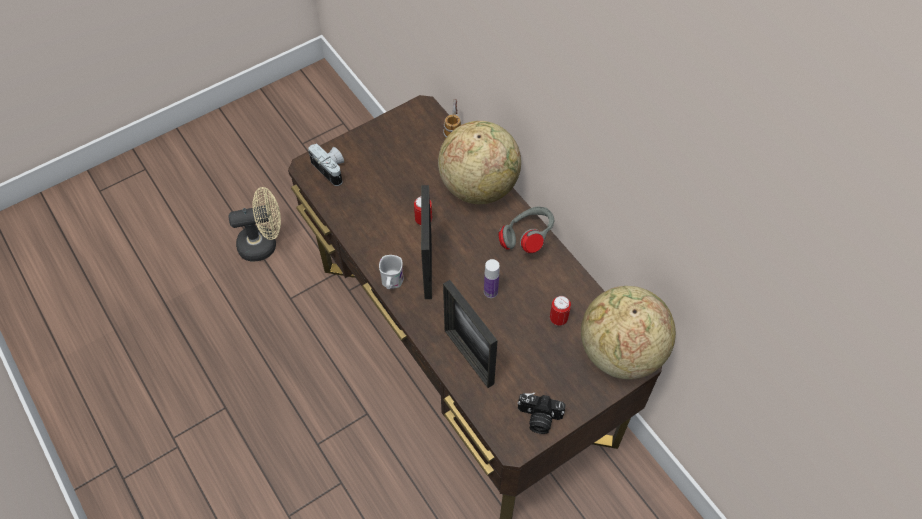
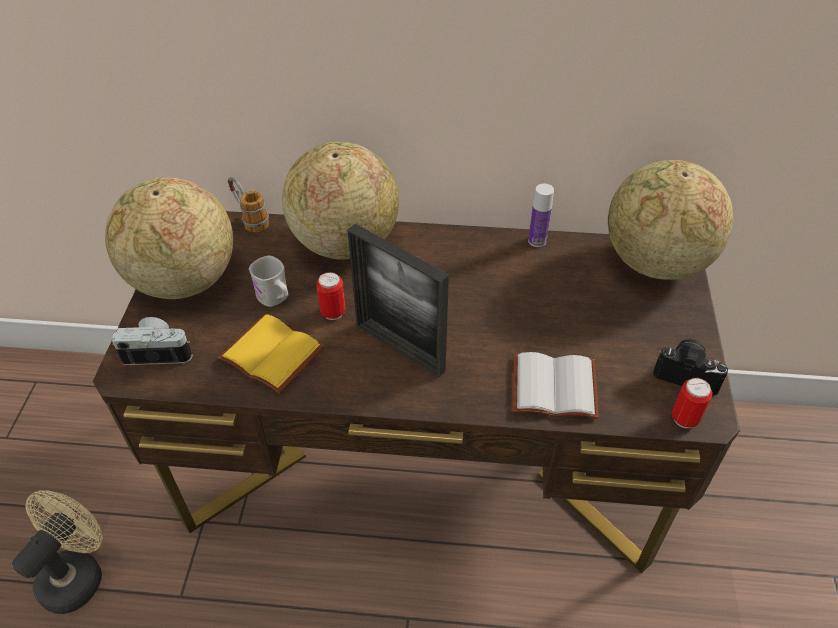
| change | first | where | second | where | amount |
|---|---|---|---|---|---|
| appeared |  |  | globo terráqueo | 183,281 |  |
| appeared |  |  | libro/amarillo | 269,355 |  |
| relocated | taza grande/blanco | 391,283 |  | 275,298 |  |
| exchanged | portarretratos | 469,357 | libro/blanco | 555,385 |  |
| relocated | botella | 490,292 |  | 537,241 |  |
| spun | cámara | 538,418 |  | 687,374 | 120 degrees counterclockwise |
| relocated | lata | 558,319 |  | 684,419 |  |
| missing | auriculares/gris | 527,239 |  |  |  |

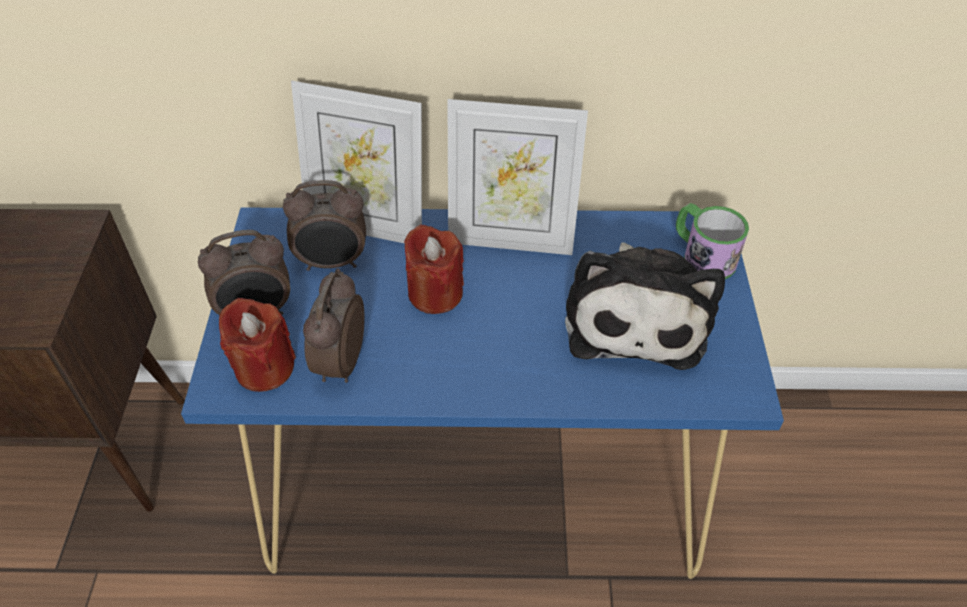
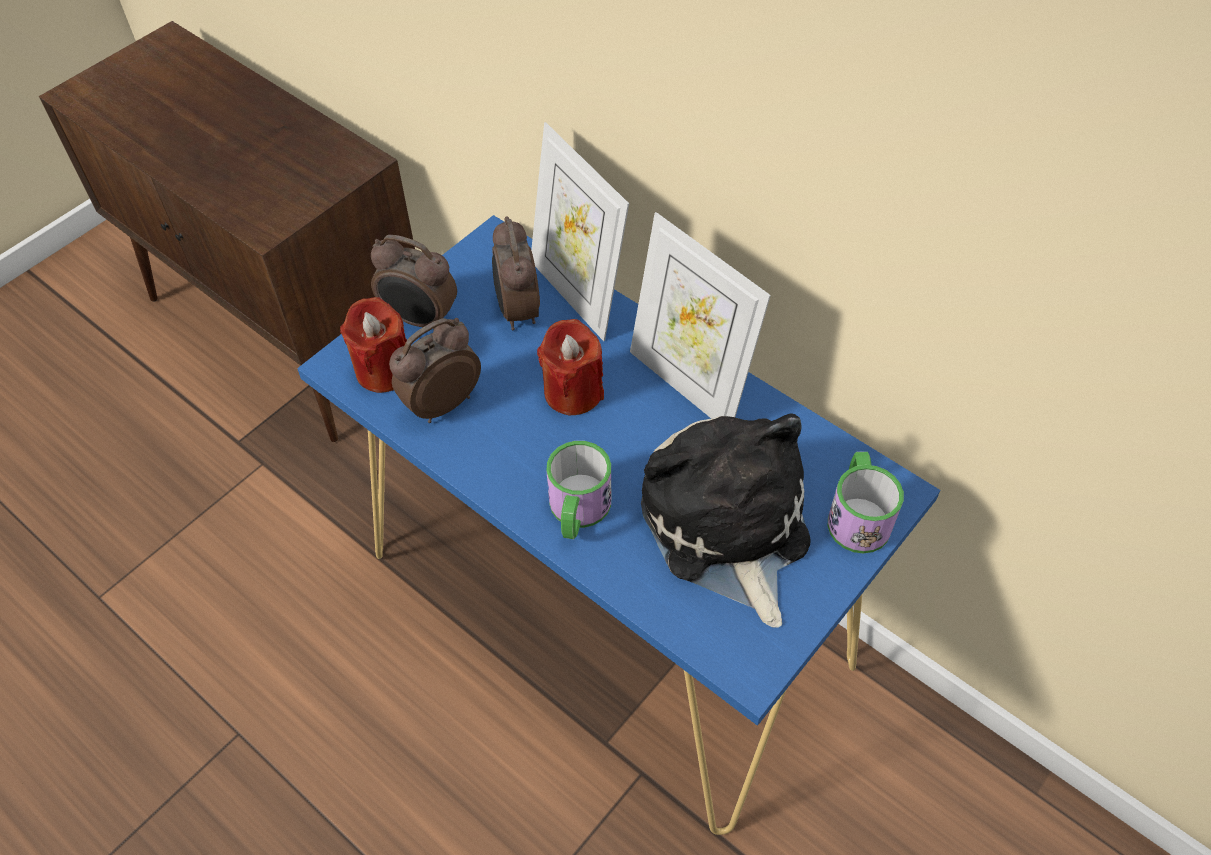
| change | first | where | second | where | amount |
|---|---|---|---|---|---|
| spun | despertador | 333,263 |  | 517,311 | 45 degrees clockwise |
| appeared |  |  | taza grande | 577,511 |  |
| spun | peluche | 635,316 |  | 726,528 | 120 degrees clockwise |

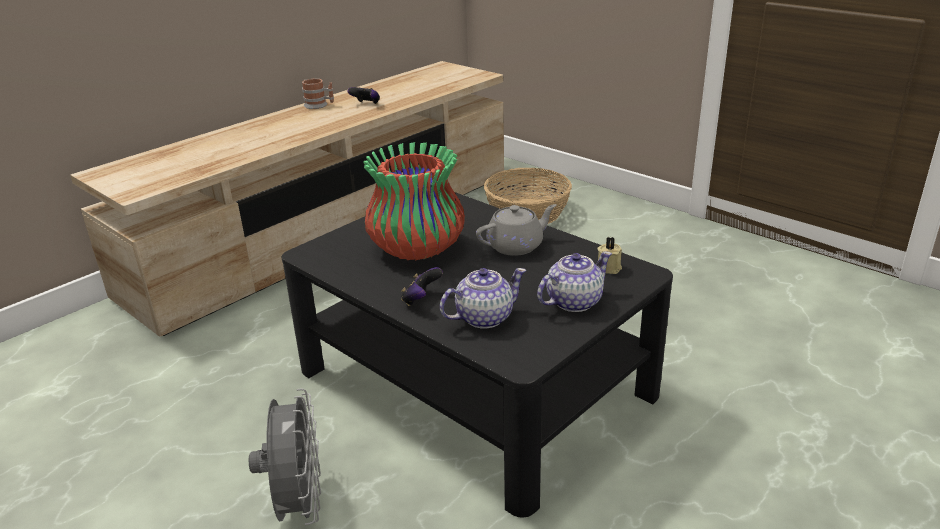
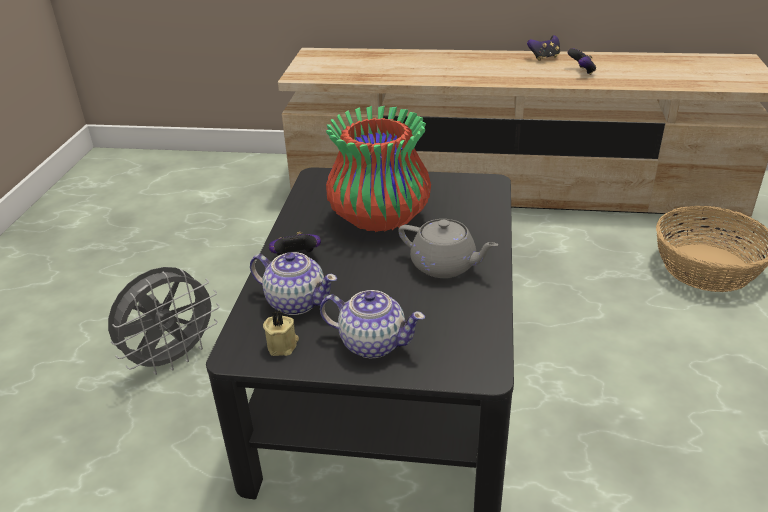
| change | first | where | second | where | amount |
|---|---|---|---|---|---|
| relocated | vela/beis | 608,267 |  | 283,345 |  |
| exchanged | taza grande | 319,105 | mando de consola | 544,58 |  |

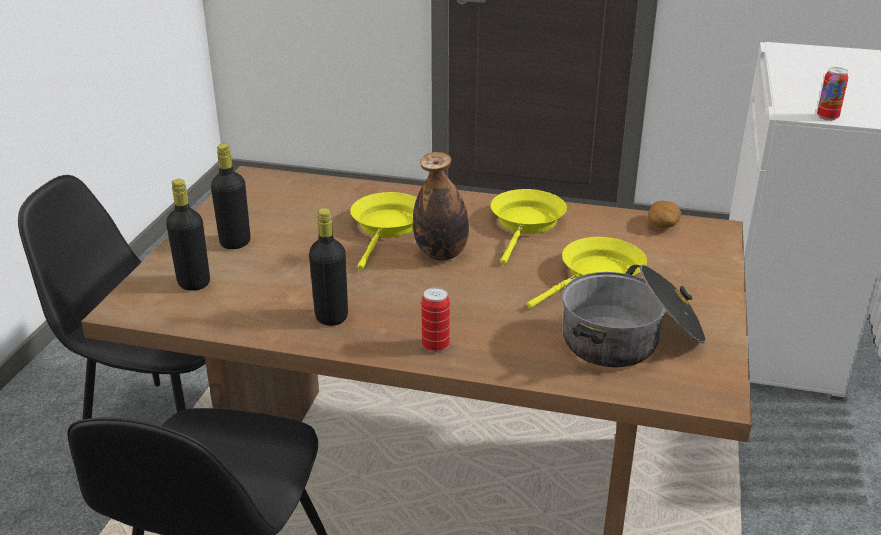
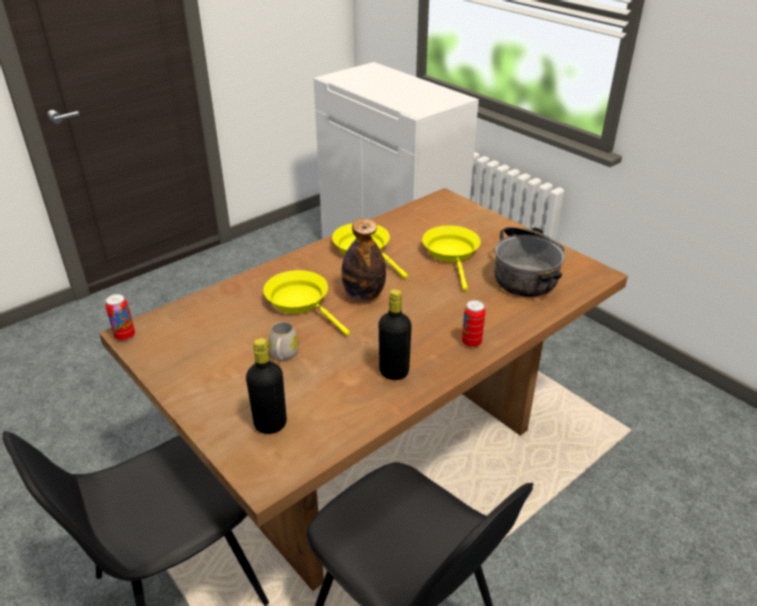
| change | first | where | second | where | amount |
|---|---|---|---|---|---|
| relocated | lata | 827,117 |  | 125,336 |  |
| appeared |  |  | taza grande/blanco | 283,355 |  |
| missing | botella/negro | 235,243 |  |  |  |
| missing | patata | 662,225 |  |  |  |

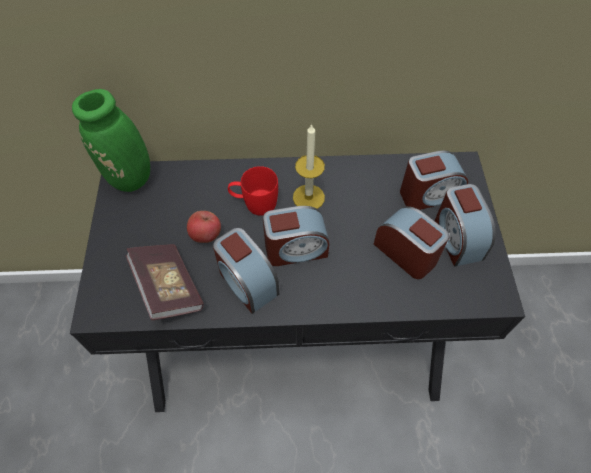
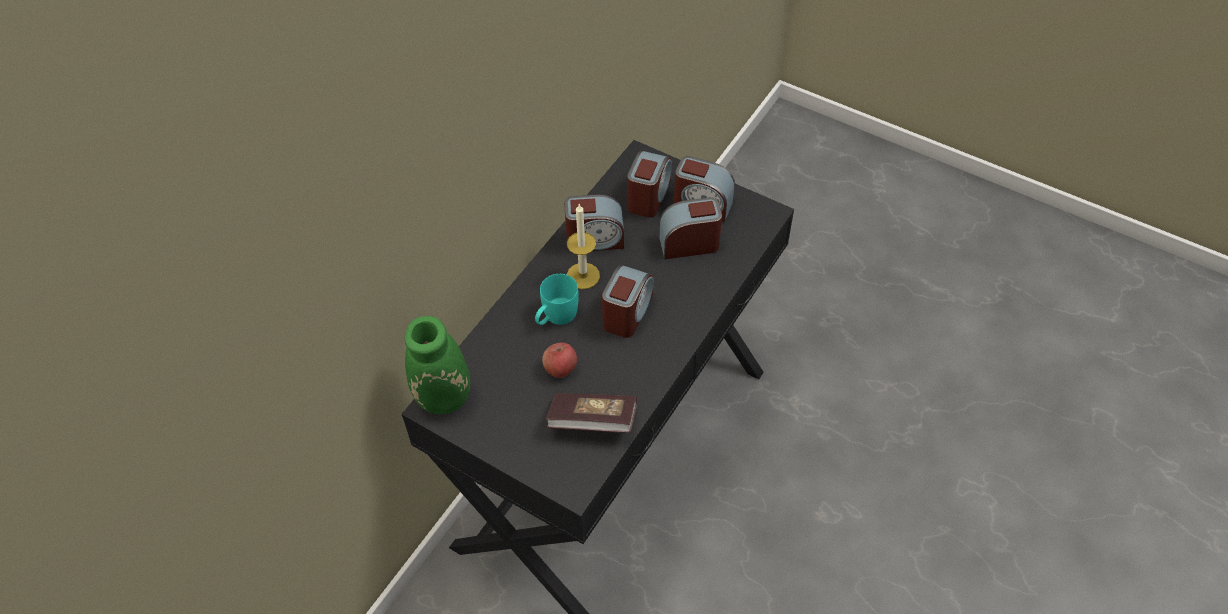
| change | first | where | second | where | amount |
|---|---|---|---|---|---|
| colour | taza grande/rojo | 254,203 | taza grande/turquesa | 555,317 |  |
| relocated | despertador | 247,282 |  | 595,239 |  |

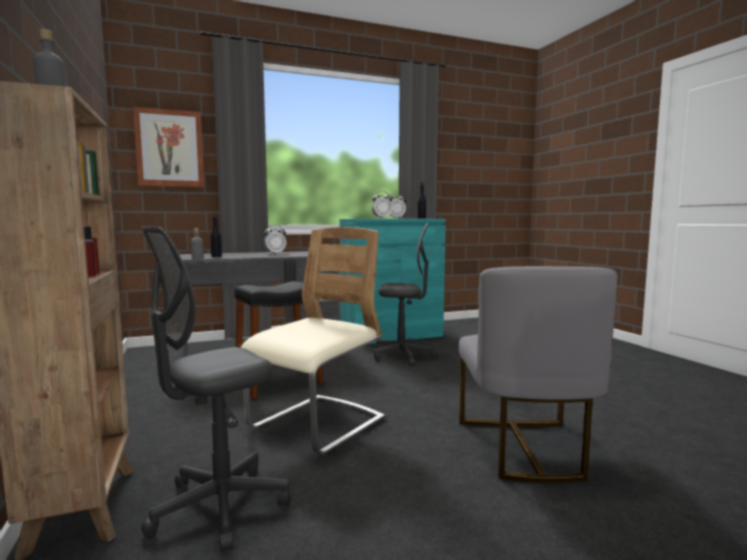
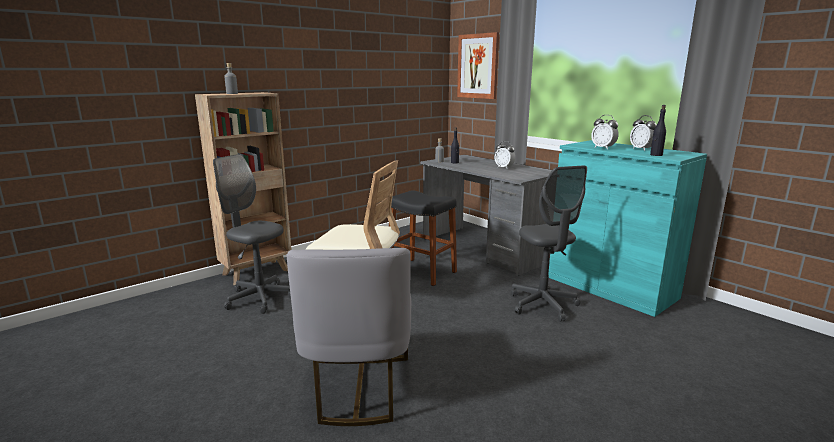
| change | first | where | second | where | amount |
|---|---|---|---|---|---|
| spun | silla/gris | 524,448 |  | 358,388 | 75 degrees counterclockwise |

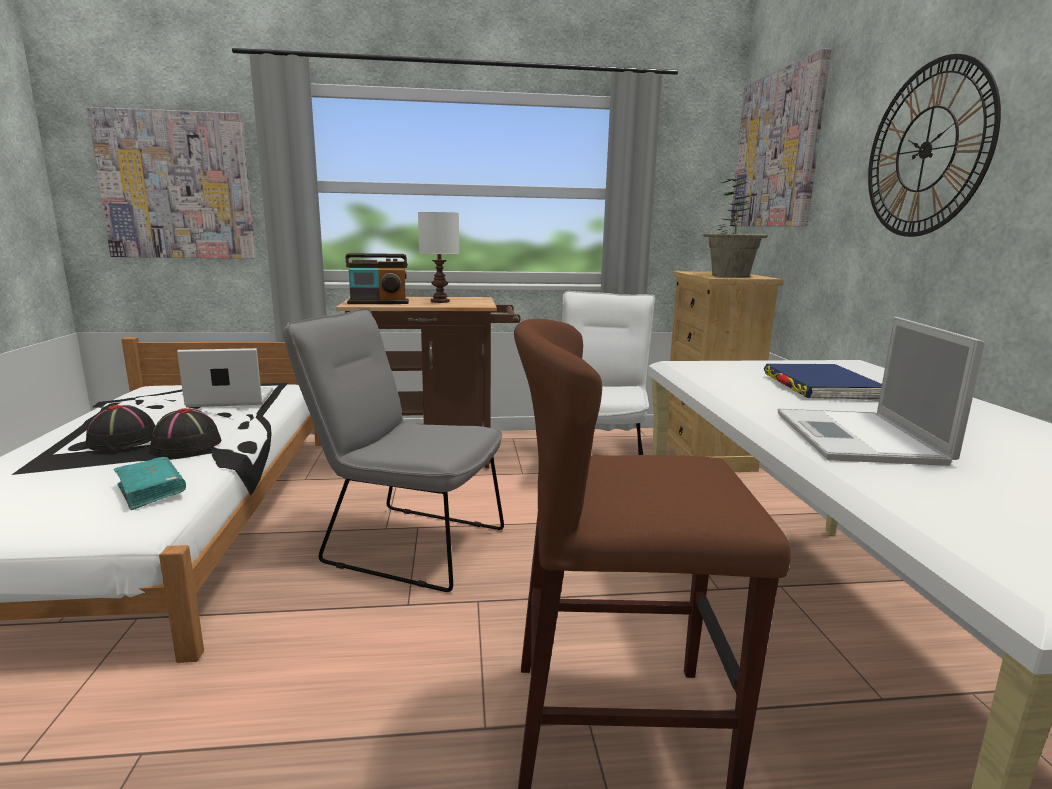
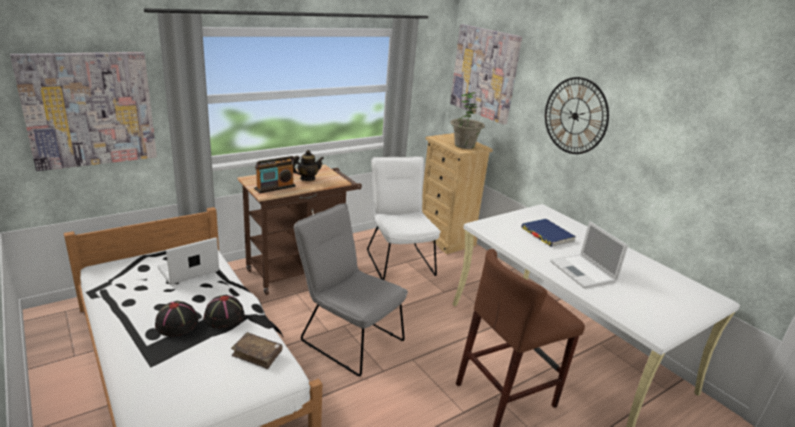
| change | first | where | second | where | amount |
|---|---|---|---|---|---|
| colour | libro/turquesa | 151,491 | libro/marrón | 257,354 |  |
| exchanged | lámpara de mesa/blanco | 439,301 | tetera | 307,178 |  |
| spun | silla/gris | 404,543 |  | 347,337 | 45 degrees clockwise |

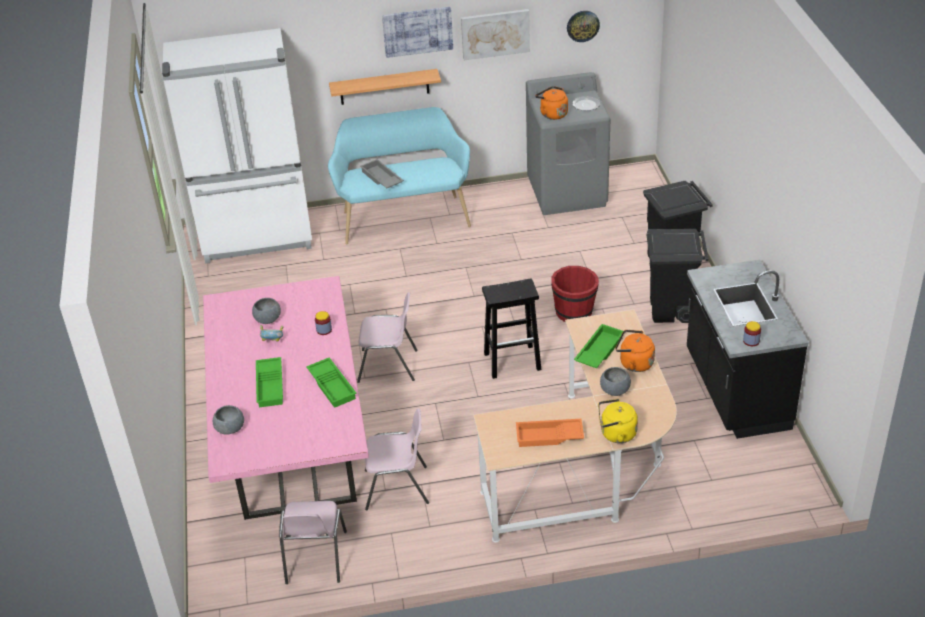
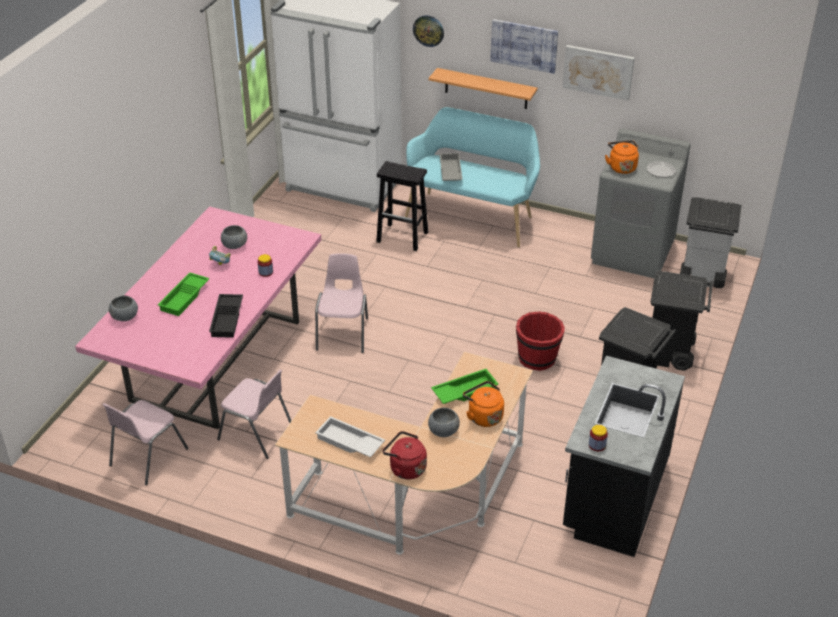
| change | first | where | second | where | amount |
|---|---|---|---|---|---|
| colour | bandeja/verde | 333,385 | bandeja/negro | 228,319 |  |
| spun | silla/rosa | 389,366 |  | 343,333 | 120 degrees counterclockwise |
| colour | bandeja/naranja | 549,437 | bandeja/blanco | 349,442 |  |
| relocated | taburete/negro | 513,361 |  | 403,237 |  |
| colour | hervidor/amarillo | 616,434 | hervidor/rojo | 405,468 |  |
| relocated | reloj de pared | 583,26 |  | 428,30 |  |
| appeared |  |  | papelera/gris | 701,276 |  |

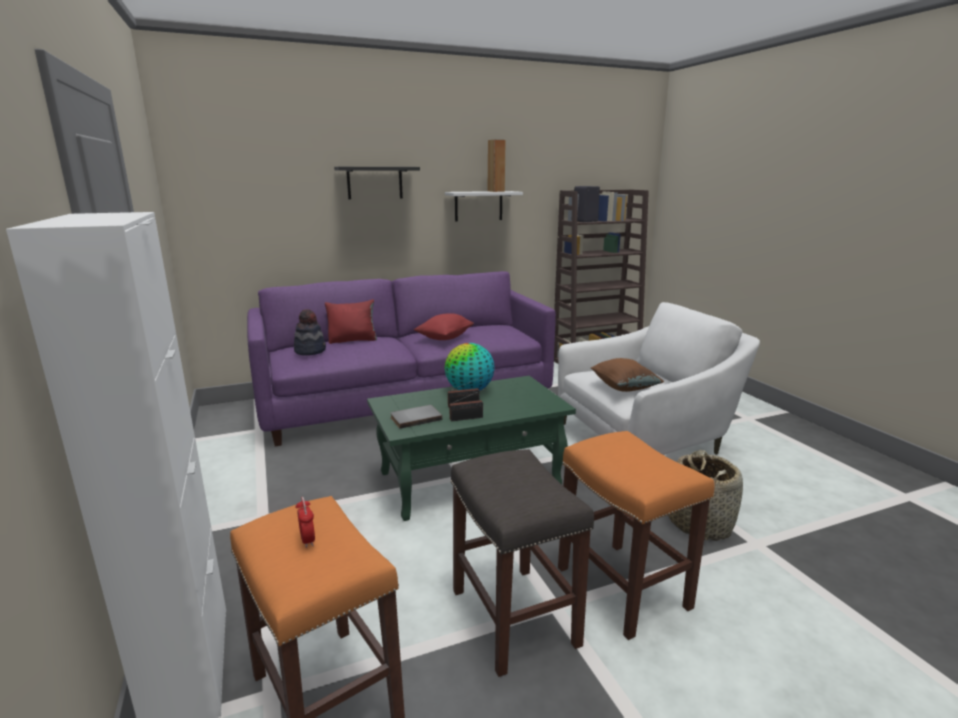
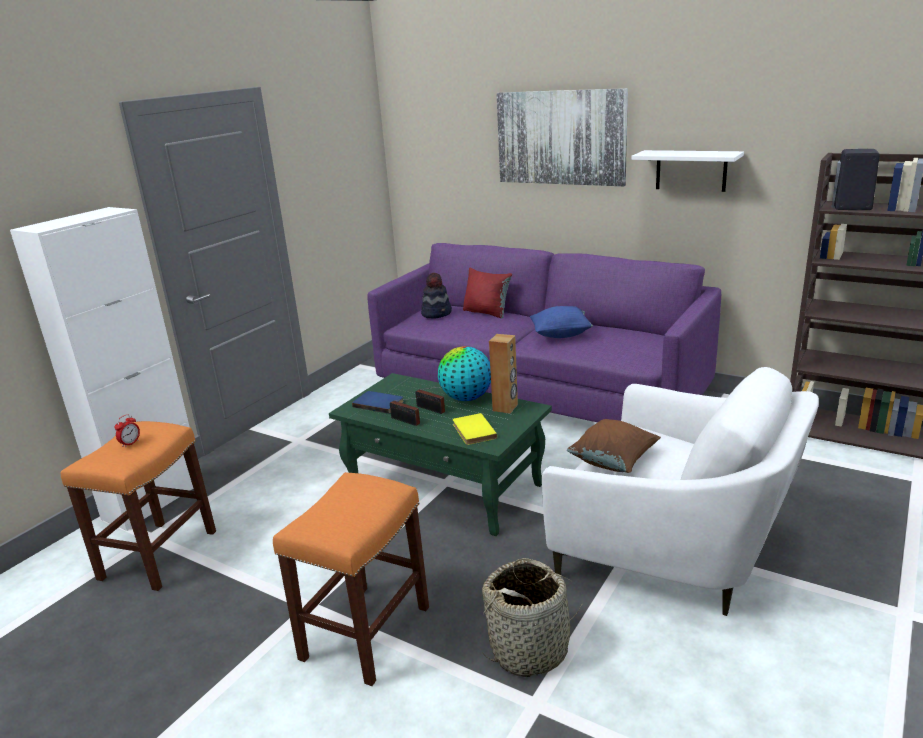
| change | first | where | second | where | amount |
|---|---|---|---|---|---|
| colour | libro/gris | 415,418 | libro/azul | 379,403 |  |
| appeared |  |  | libro/amarillo | 472,431 |  |
| relocated | altavoz/marrón | 496,191 |  | 505,407 |  |
| exchanged | estante/negro | 374,183 | cuadro | 560,137 |  |
| colour | cojín/rojo | 444,338 | cojín/azul | 561,335 |  |
| missing | taburete/gris | 515,618 |  |  |  |

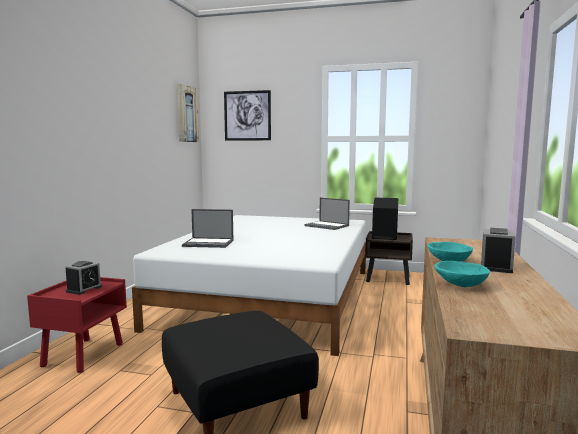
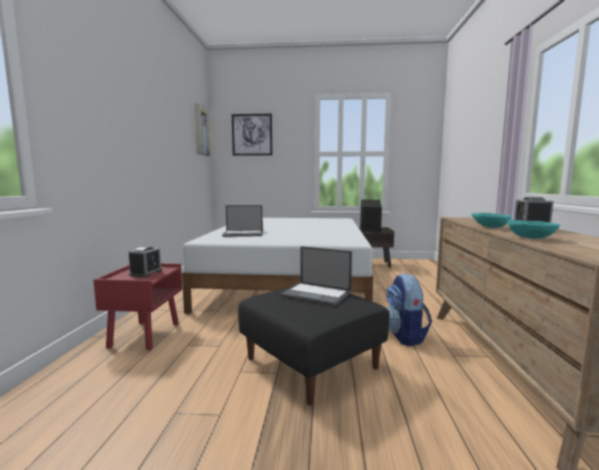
| change | first | where | second | where | amount |
|---|---|---|---|---|---|
| relocated | portátil | 327,226 |  | 317,294 |  |
| appeared |  |  | mochila | 405,336 |  |

